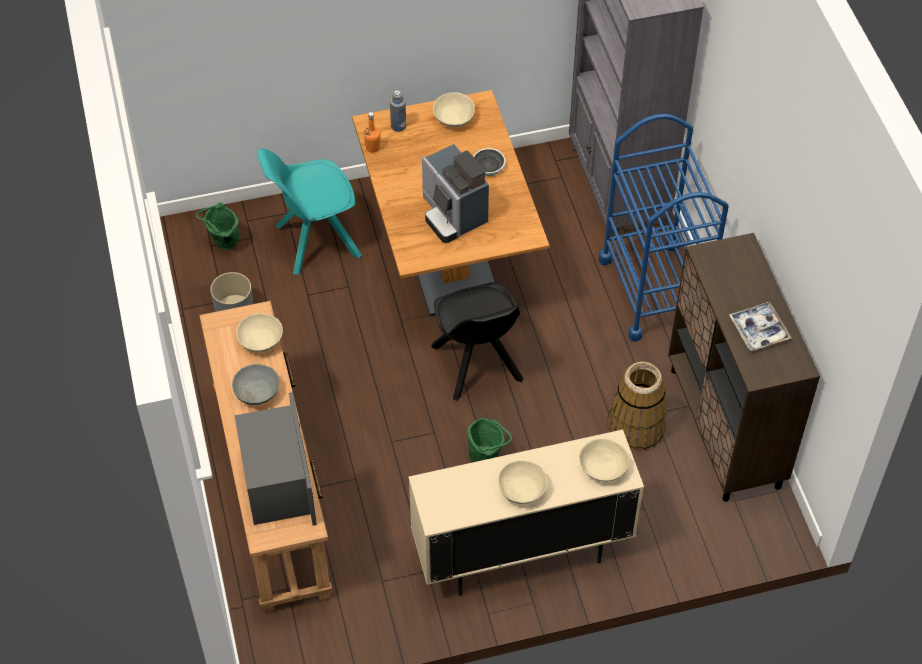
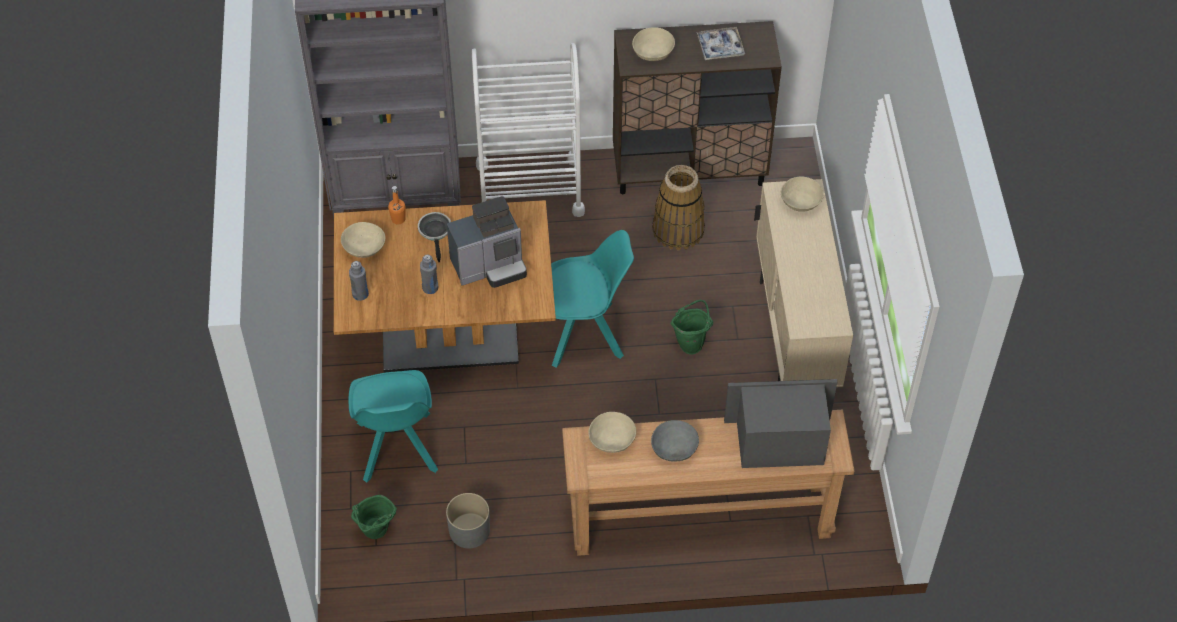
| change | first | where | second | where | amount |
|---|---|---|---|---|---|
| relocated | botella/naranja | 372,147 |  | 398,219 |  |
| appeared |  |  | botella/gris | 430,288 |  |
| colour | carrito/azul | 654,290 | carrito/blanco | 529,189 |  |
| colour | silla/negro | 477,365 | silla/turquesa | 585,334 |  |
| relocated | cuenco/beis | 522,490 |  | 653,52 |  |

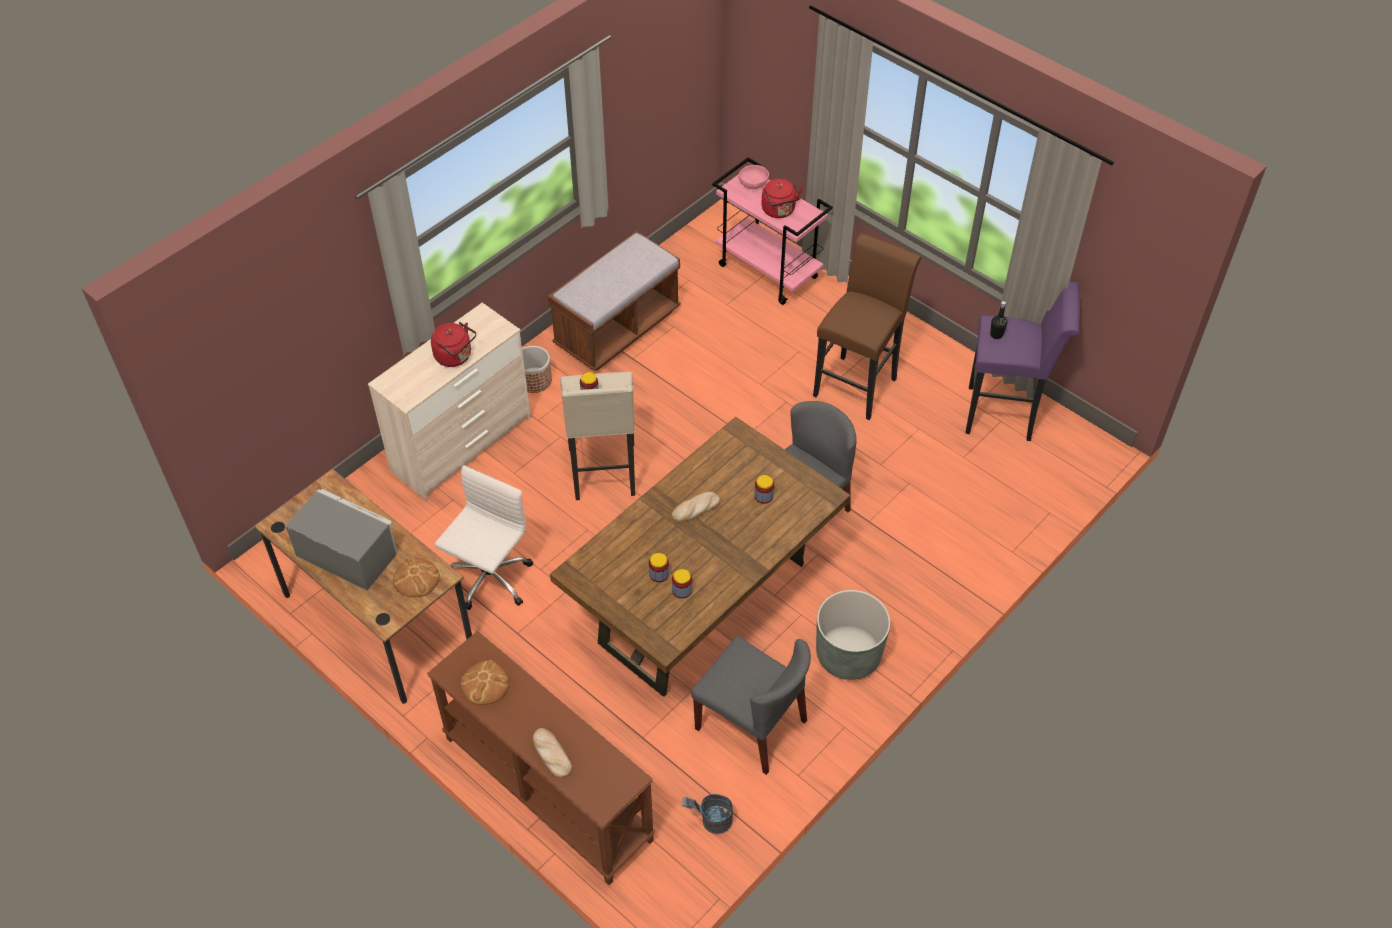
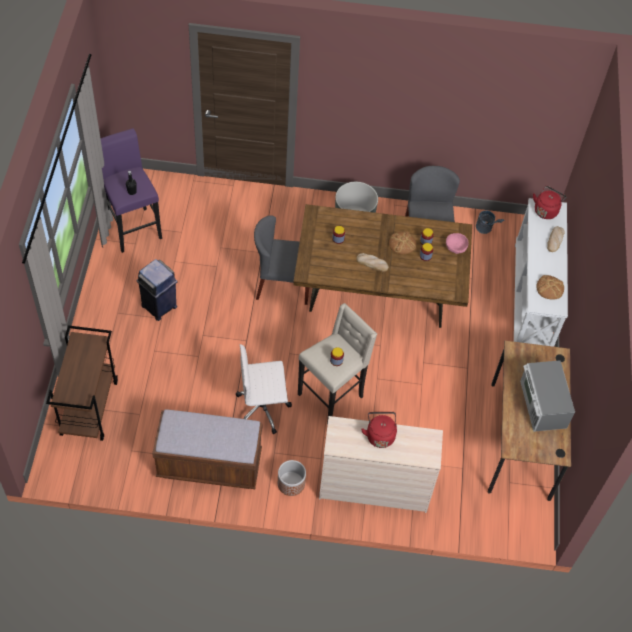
| change | first | where | second | where | amount |
|---|---|---|---|---|---|
| colour | carrito/rosa | 769,271 | carrito/marrón | 89,407 |  |
| exchanged | taburete/marrón | 858,383 | papelera/azul | 159,307 |  |
| relocated | silla de oficina/blanco | 488,579 |  | 263,408 |  |
| relocated | pan | 416,578 |  | 402,244 |  |
| relocated | cuenco/rosa | 753,184 |  | 455,248 |  |
| colour | mesa consola/marrón | 546,789 | mesa consola/blanco | 532,300 |  |
| relocated | hervidor/rojo | 779,211 |  | 546,210 |  |

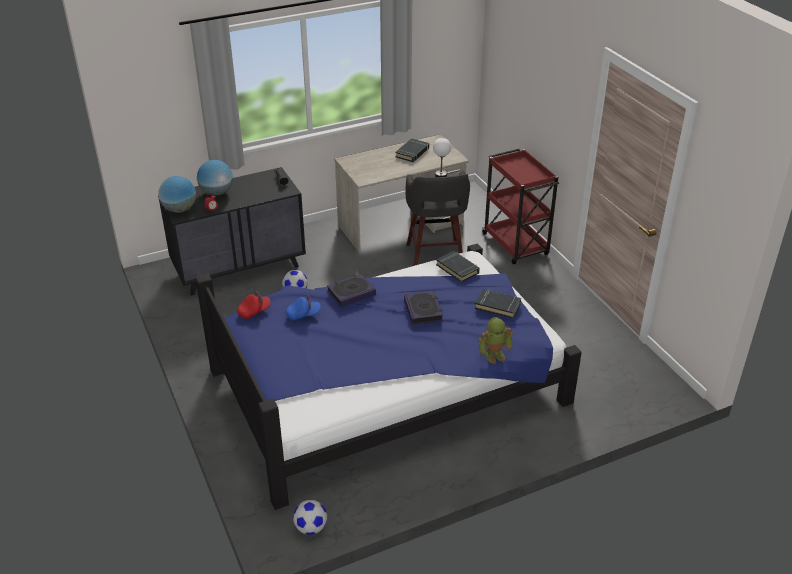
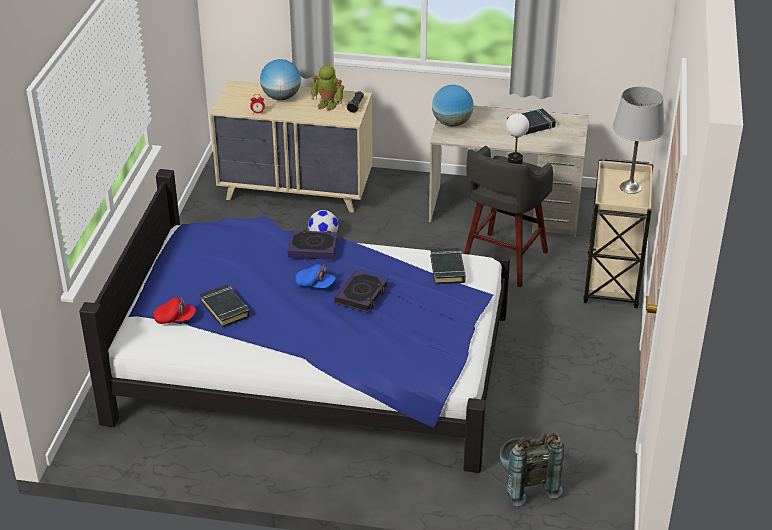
| change | first | where | second | where | amount |
|---|---|---|---|---|---|
| relocated | gorra/rojo | 254,311 |  | 175,319 |  |
| relocated | libro/negro | 497,306 |  | 225,309 |  |
| colour | cómoda/negro | 239,268 | cómoda/beis | 296,191 |  |
| relocated | gorra/azul | 303,314 |  | 315,284 |  |
| relocated | robot de juguete | 494,355 |  | 328,104 |  |
| relocated | globo terráqueo | 179,209 |  | 452,123 |  |
| appeared |  |  | mochila/gris | 525,484 |  |
| colour | carrito/rojo | 516,245 | carrito/beis | 612,283 |  |
| appeared |  |  | lámpara de mesa/gris | 630,188 |  |
| missing | balón de fútbol | 311,528 |  |  |  |

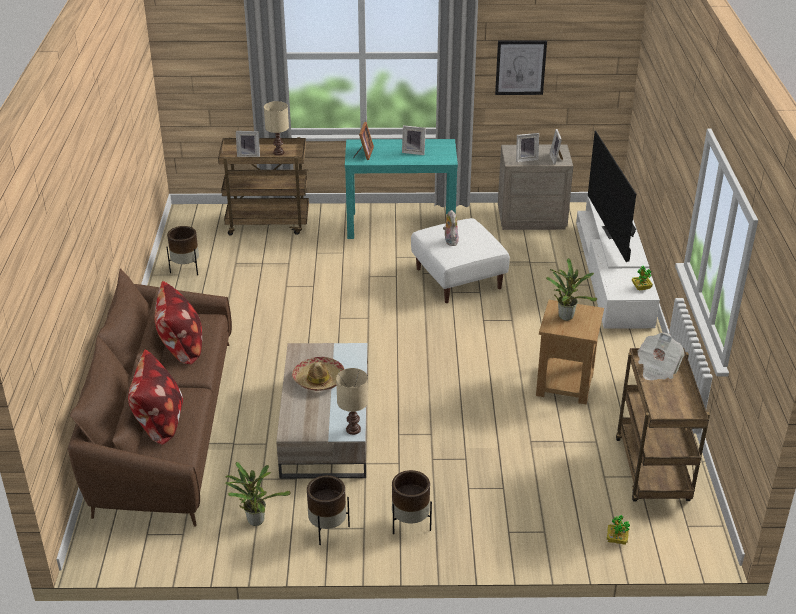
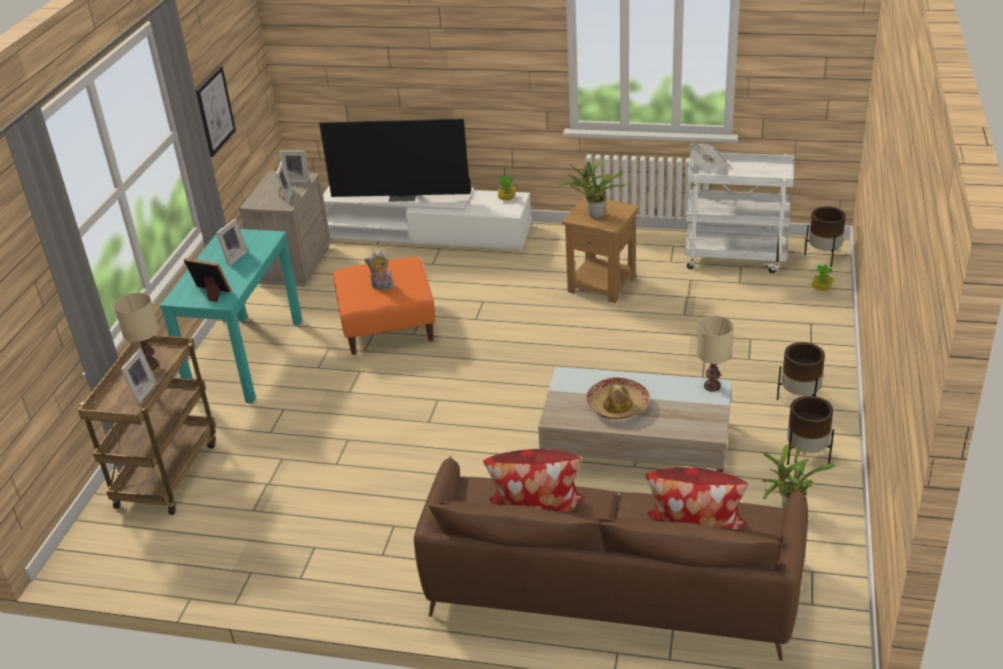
| change | first | where | second | where | amount |
|---|---|---|---|---|---|
| colour | puf/blanco | 459,278 | puf/naranja | 388,326 |  |
| colour | carrito/marrón | 653,472 | carrito/blanco | 736,257 |  |
| relocated | maceta/marrón | 186,269 |  | 823,257 |  |

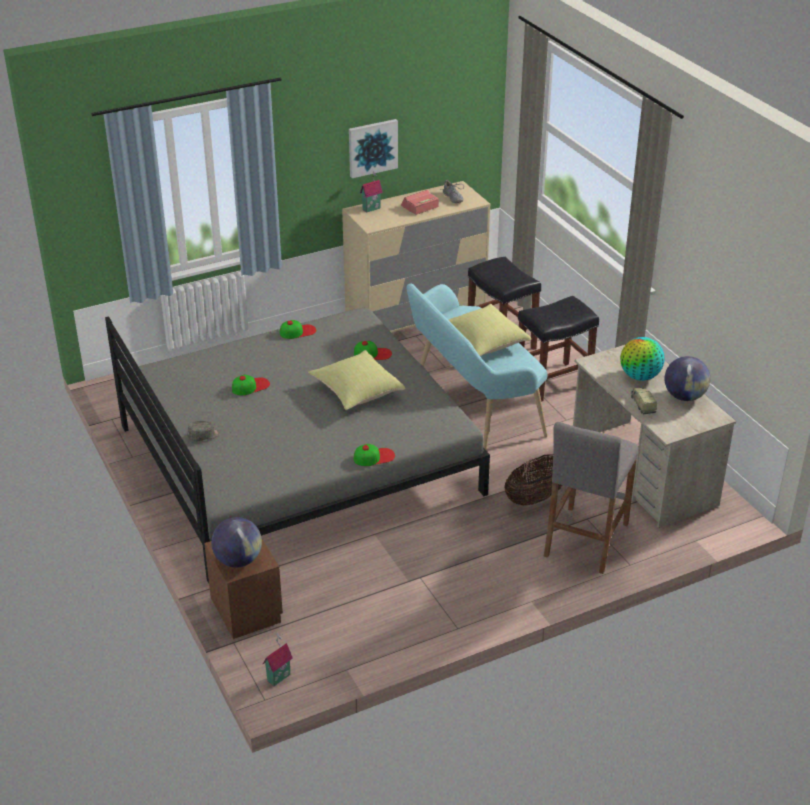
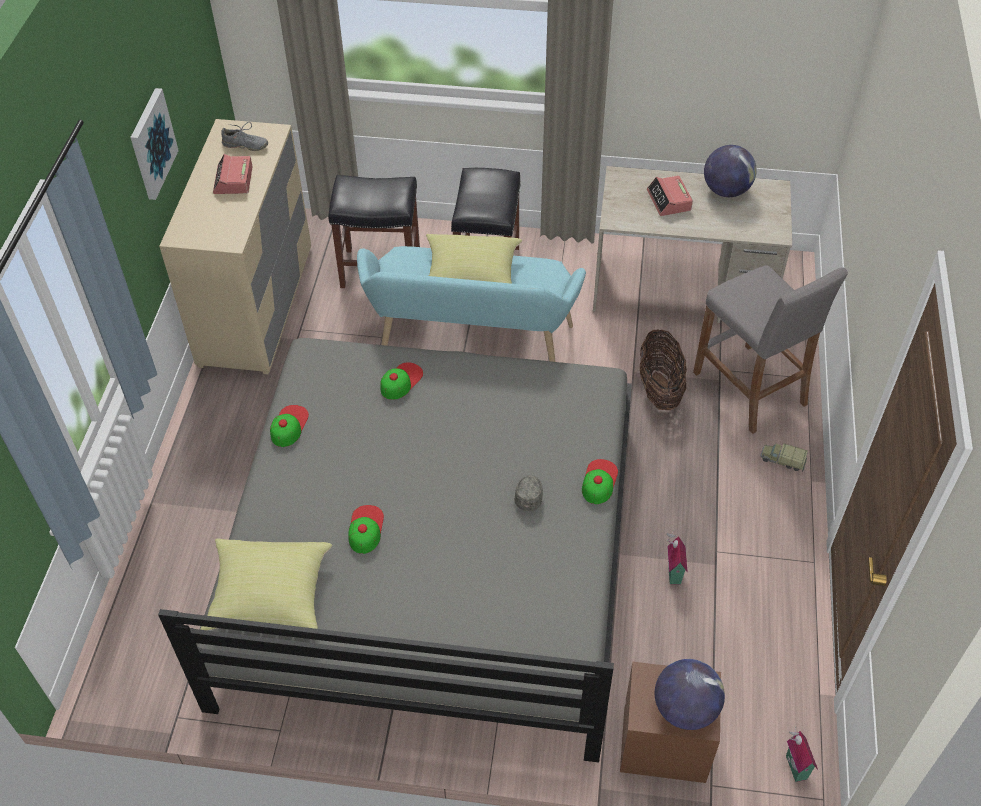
| change | first | where | second | where | amount |
|---|---|---|---|---|---|
| relocated | cojín/amarillo | 356,392 |  | 269,598 |  |
| relocated | gorra/gris | 204,436 |  | 529,495 |  |
| exchanged | globo terráqueo | 640,376 | despertador | 669,201 |  |
| relocated | casita | 371,208 |  | 672,573 |  |
| relocated | camión de juguete | 642,405 |  | 782,460 |  |

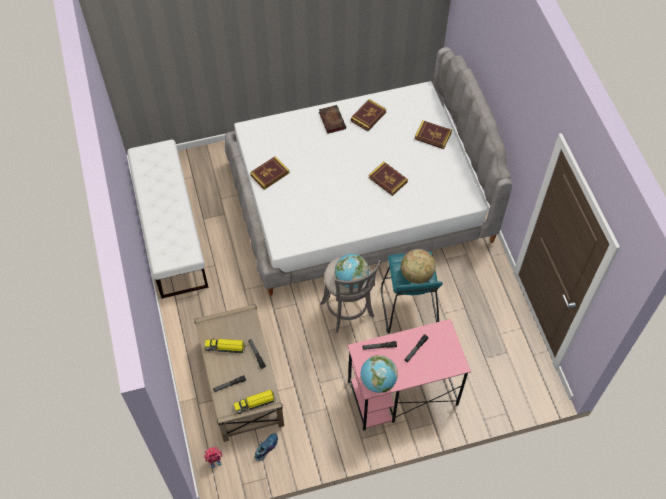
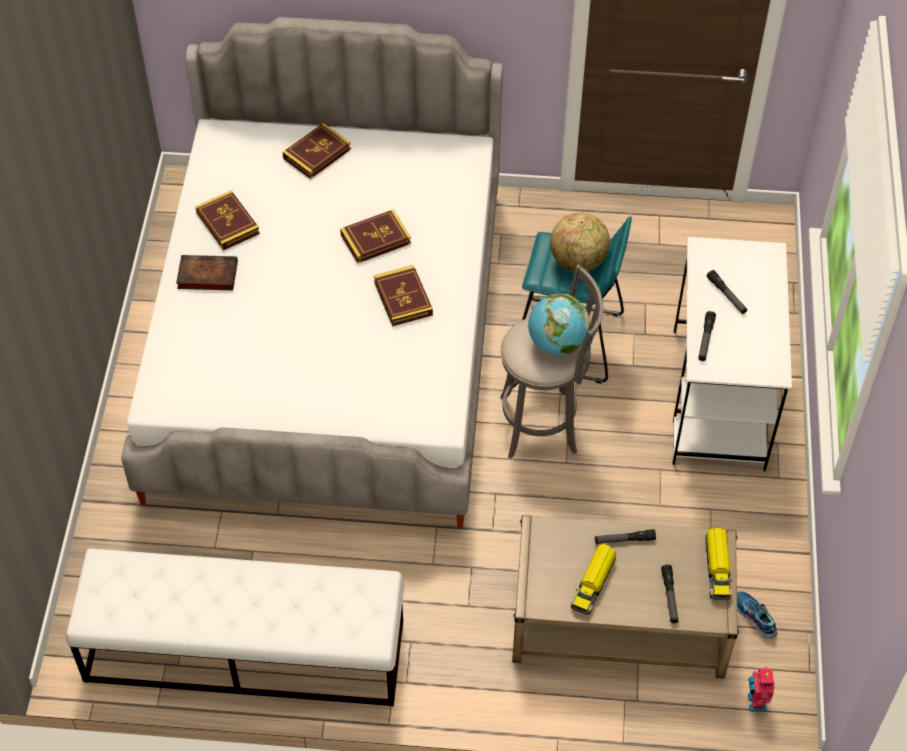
| change | first | where | second | where | amount |
|---|---|---|---|---|---|
| relocated | libro | 269,174 |  | 403,298 |  |
| colour | escritorio/rosa | 402,393 | escritorio/blanco | 718,399 |  |
| missing | globo terráqueo | 378,381 |  |  |  |

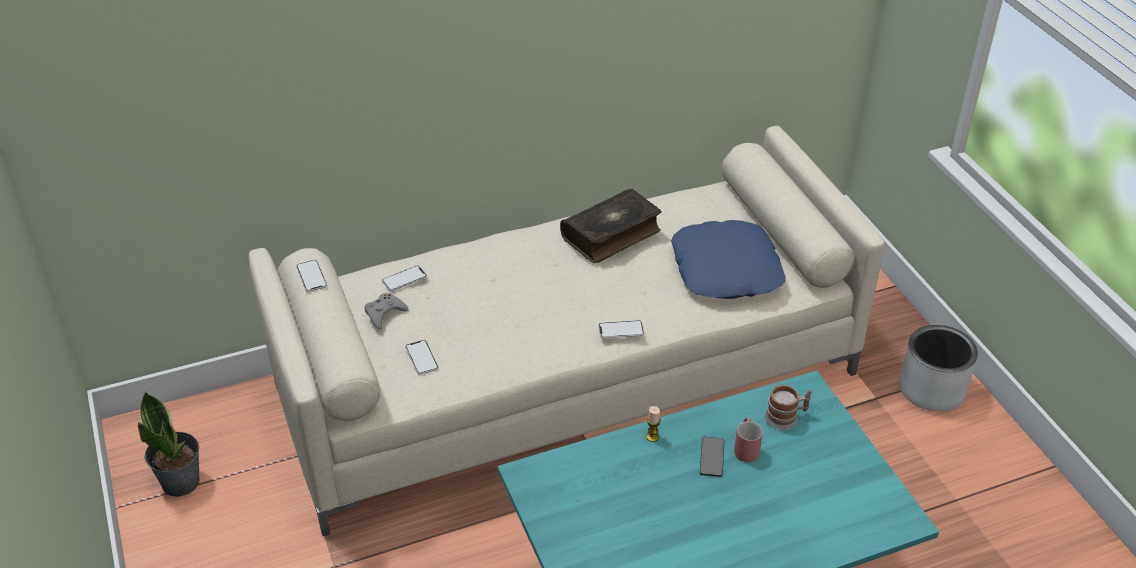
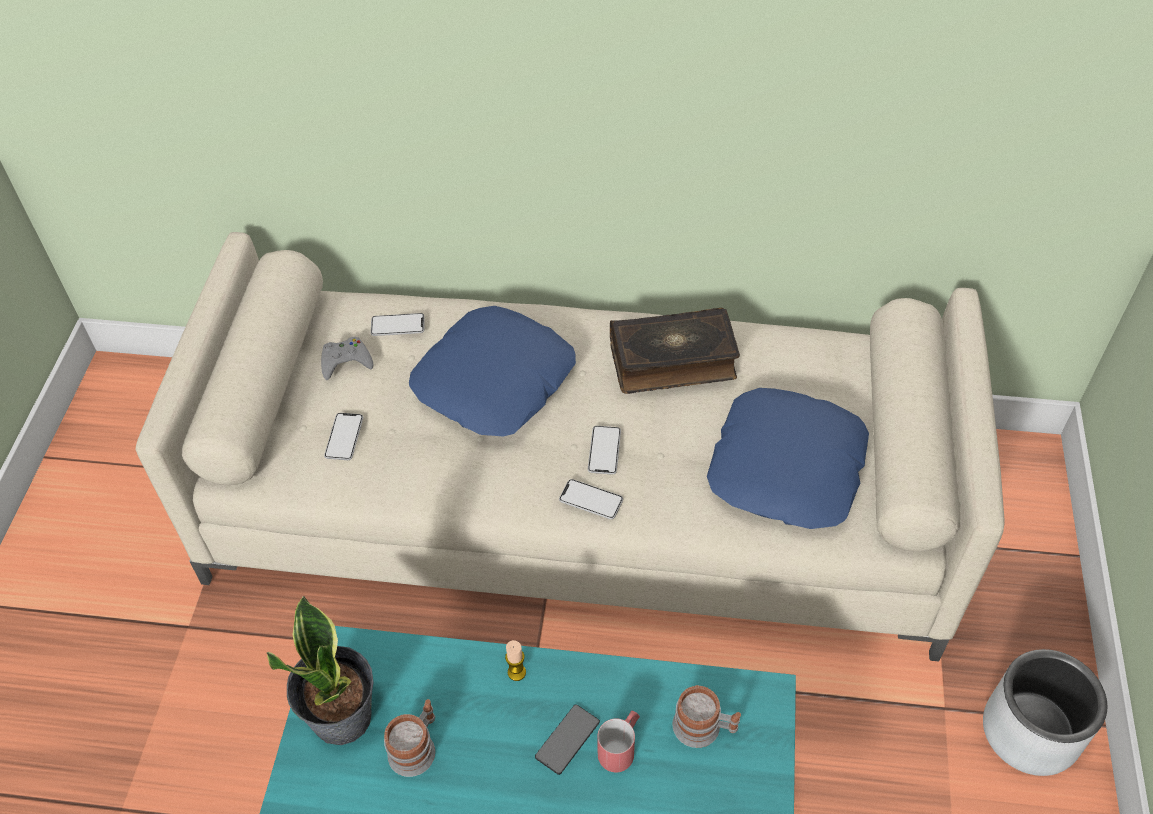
| change | first | where | second | where | amount |
|---|---|---|---|---|---|
| relocated | planta en maceta | 181,481 |  | 343,717 |  |
| appeared |  |  | taza grande | 416,746 |  |
| appeared |  |  | cojín/azul | 495,382 |  |
| relocated | móvil | 311,276 |  | 604,451 |  |

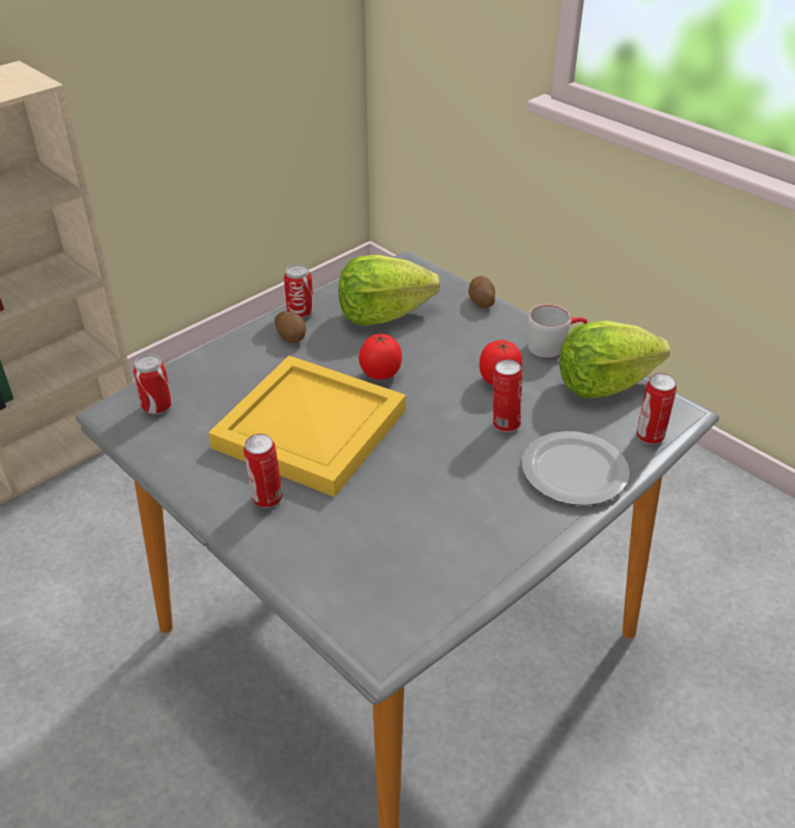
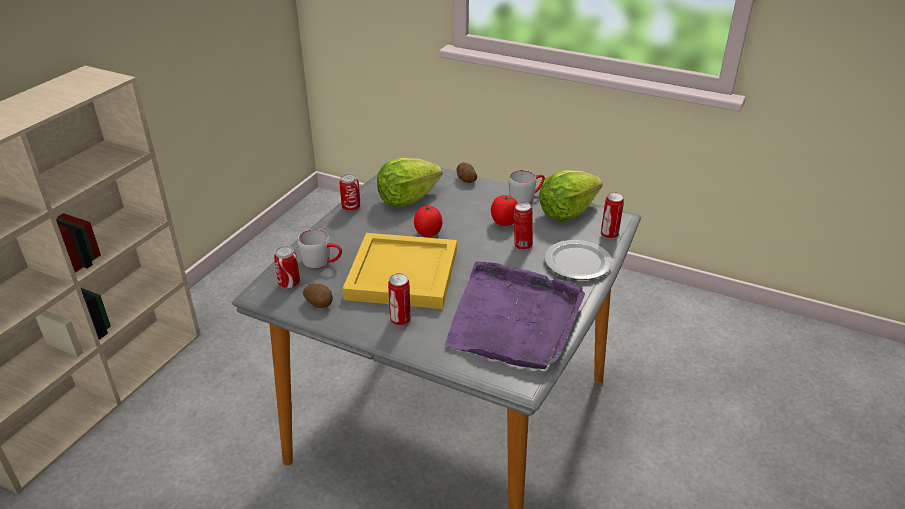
| change | first | where | second | where | amount |
|---|---|---|---|---|---|
| appeared |  |  | taza grande/gris | 322,261 |  |
| relocated | patata | 292,336 |  | 319,302 |  |
| appeared |  |  | bandeja/morado | 514,319 |  |

